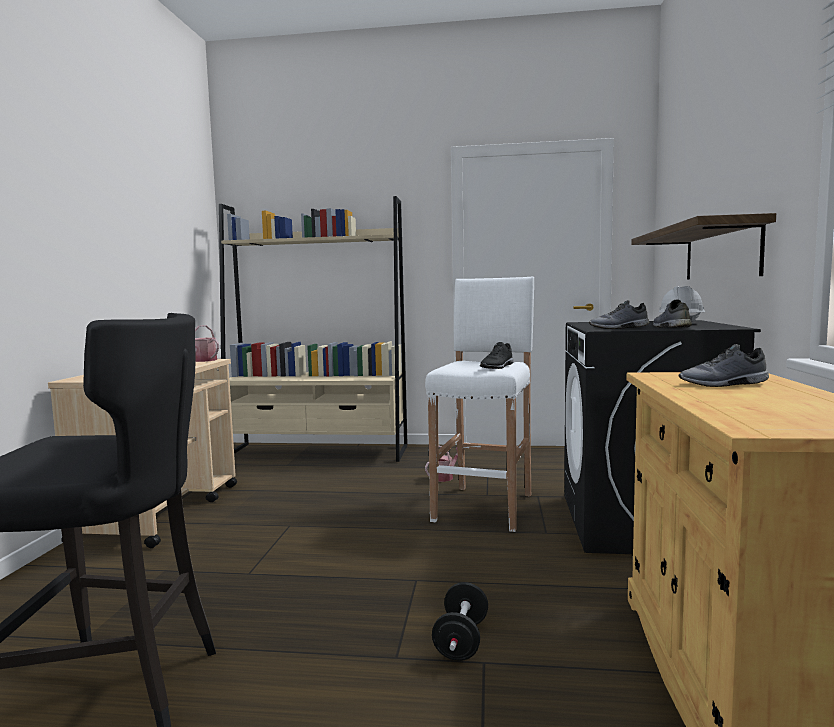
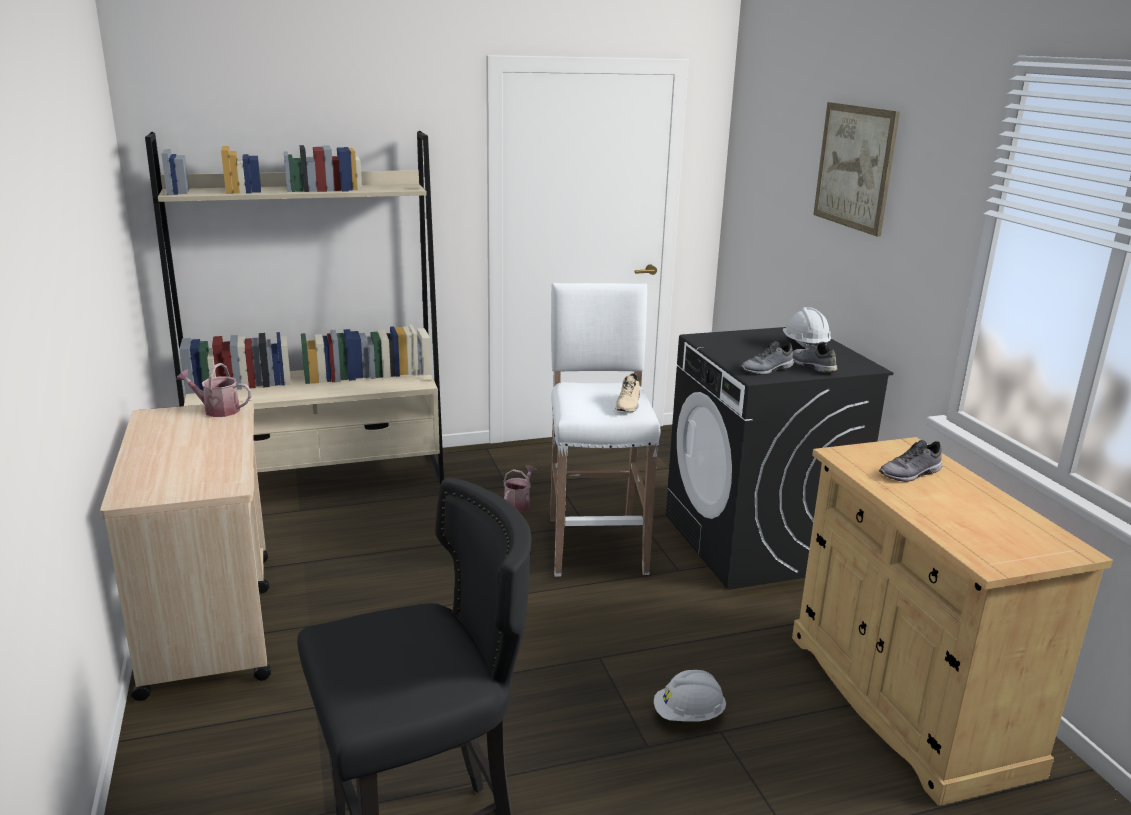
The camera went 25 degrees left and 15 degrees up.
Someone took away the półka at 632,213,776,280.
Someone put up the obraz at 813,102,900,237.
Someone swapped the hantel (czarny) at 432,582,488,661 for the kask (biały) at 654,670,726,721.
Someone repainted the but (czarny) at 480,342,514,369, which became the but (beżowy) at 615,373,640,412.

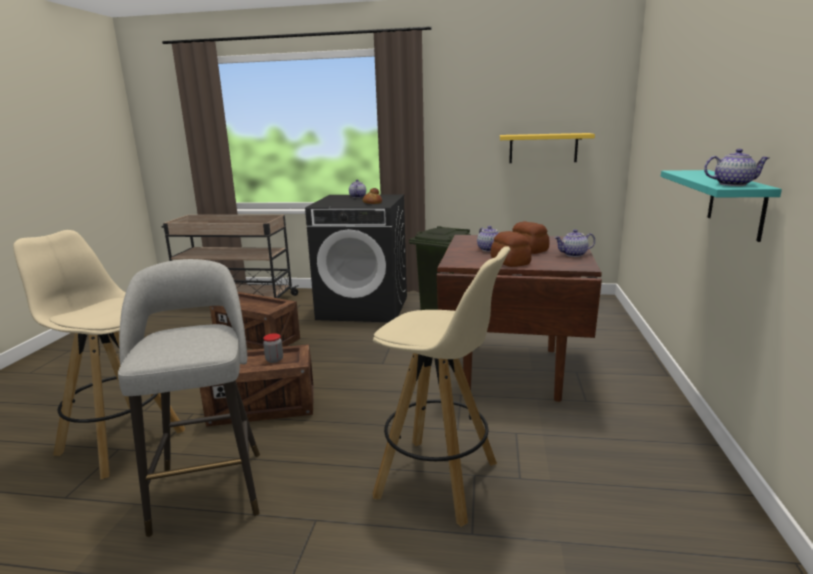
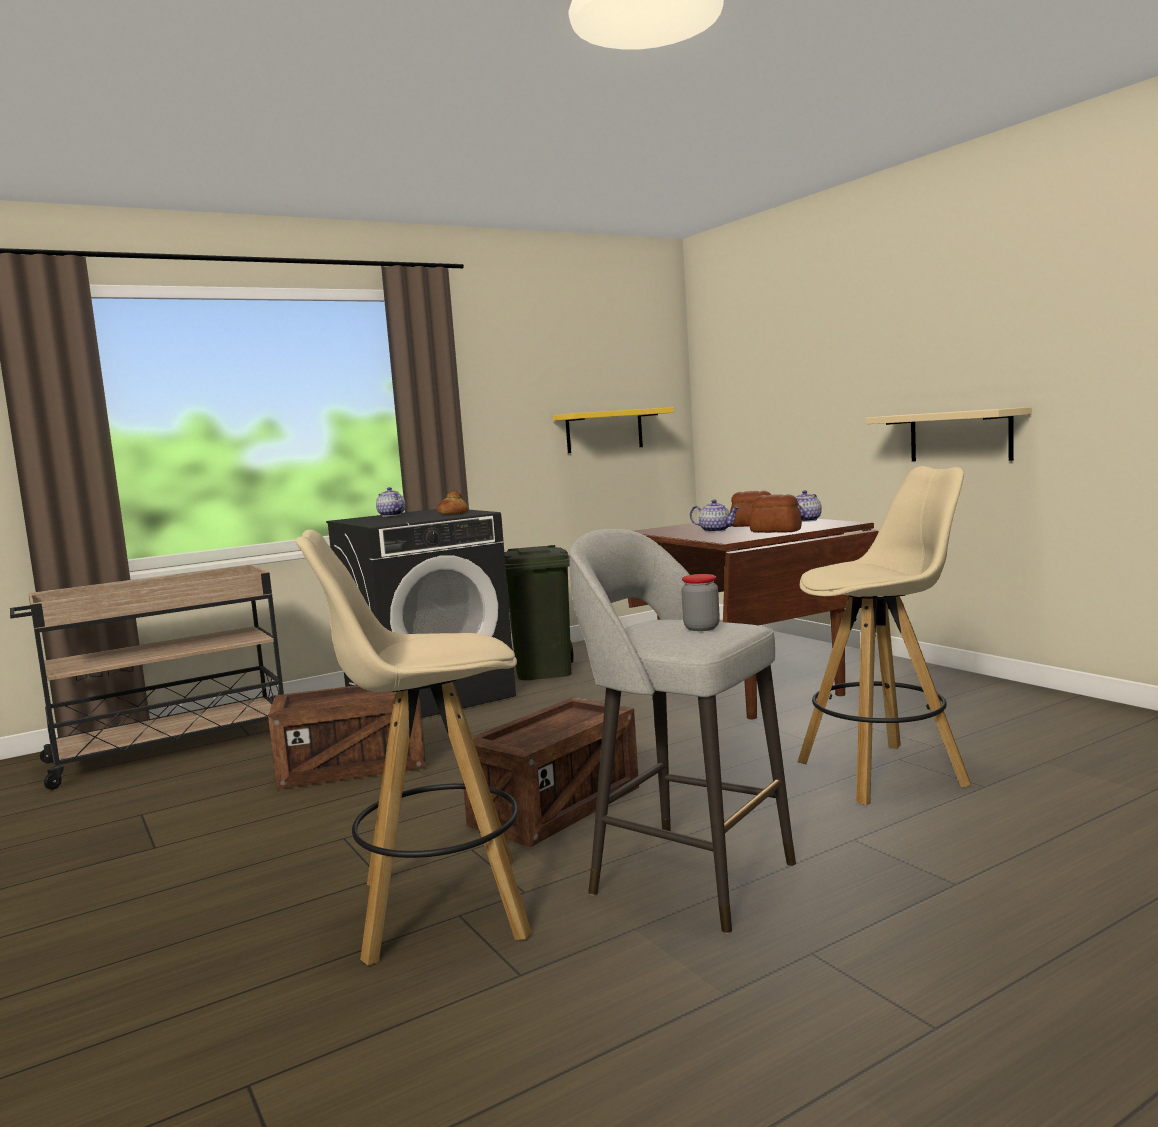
The camera went 40 degrees left and 10 degrees down.
Someone took away the imbryk at 704,149,769,186.
Someone carried the słoik from 263,333,283,363 to 681,574,720,631.
Someone repainted the półka (turkusowy) at 661,170,782,242, which became the półka (beżowy) at 865,407,1031,461.

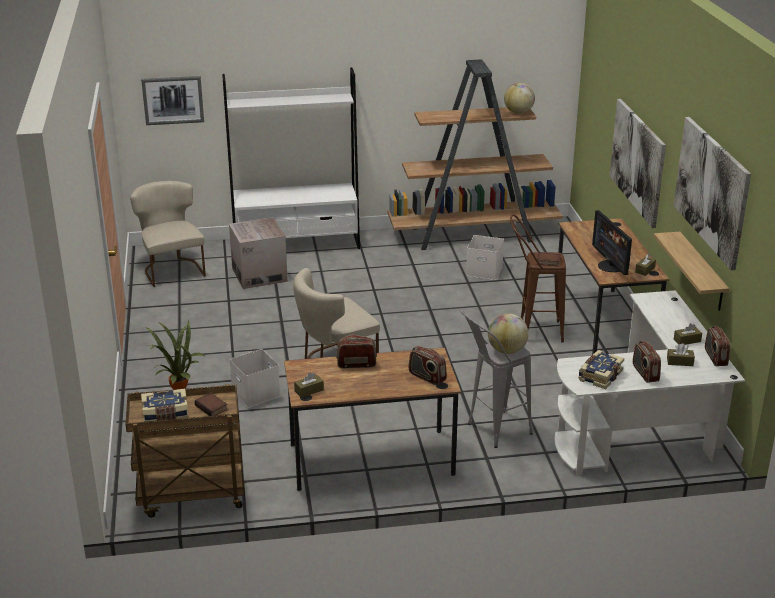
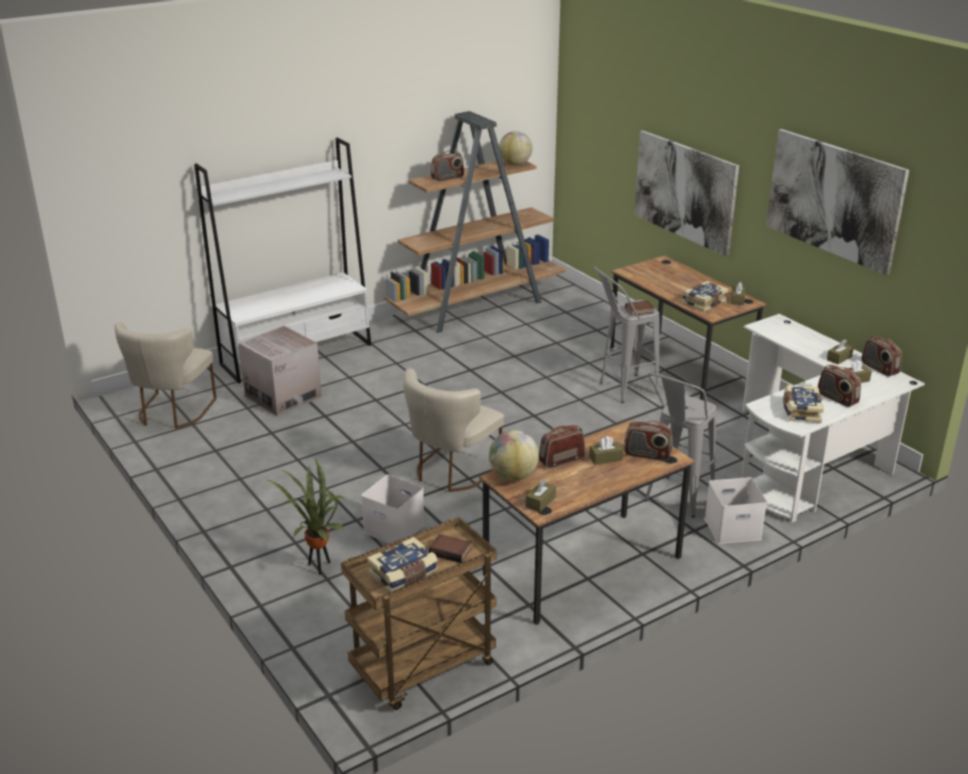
The camera went 25 degrees left and 0 degrees up.
Someone took away the obraz at 141,76,204,125.
Someone took away the półka at 654,232,729,311.
Someone put down the radio at 431,150,464,181.
Someone put down the pudełko chusteczek (brązowy) at 589,436,623,465.
Someone carried the pojemnik do przechowywania (biały) from 466,235,504,280 to 705,477,767,544.
Someone carried the globus from 488,314,529,354 to 489,430,539,481.
Someone swapped the monitor at 592,210,632,275 for the książka at 682,281,729,312.
Someone repainted the stołek (brązowy) at 510,214,566,343, which became the stołek (szary) at 594,267,660,403.
Someone rotated the krzesło (beżowy) at 130,181,206,287 by 120 degrees counterclockwise.

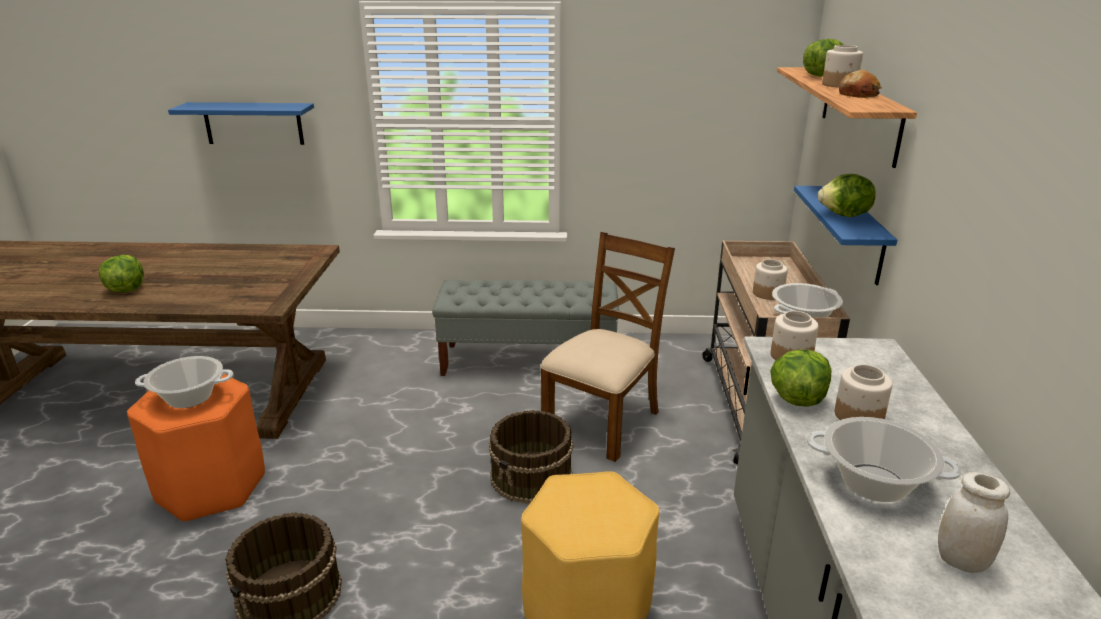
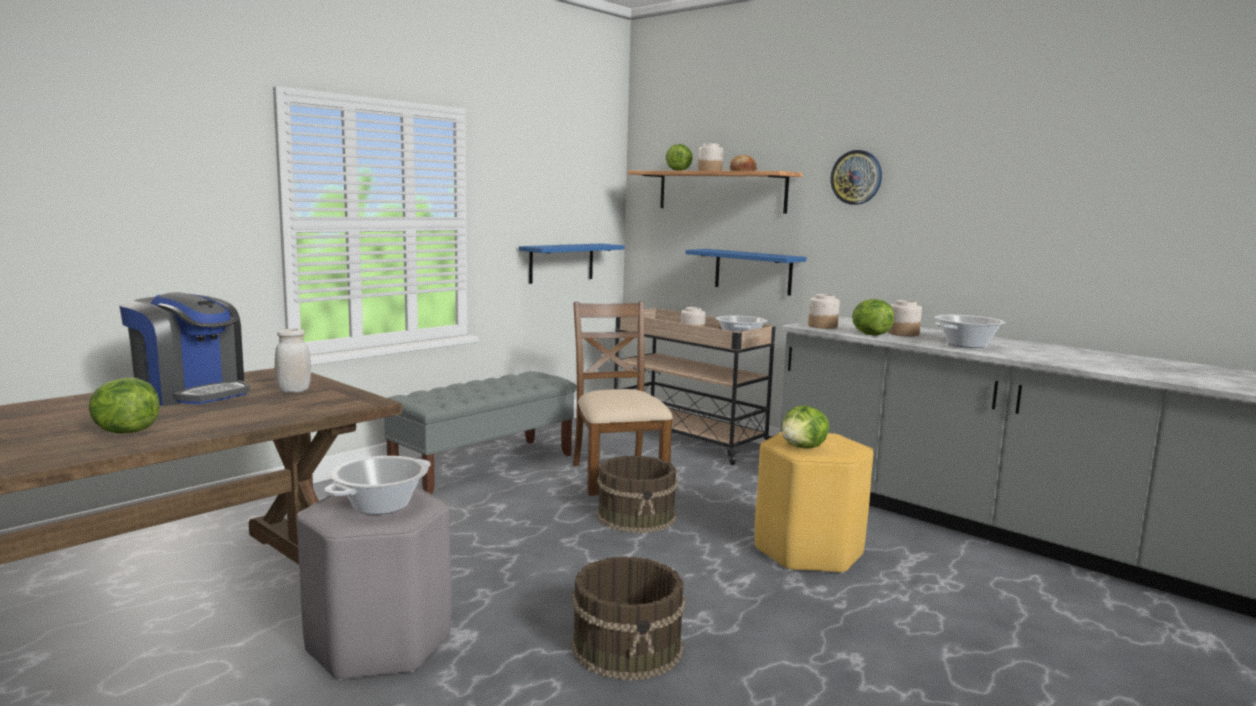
The camera went 50 degrees left and 15 degrees down.
Someone put down the ekspres do kawy at 119,292,250,406.
Someone put up the zegar ścienny at 830,150,882,205.
Someone carried the półka (niebieski) from 168,102,314,145 to 519,244,625,284.
Someone carried the sałata from 818,174,876,217 to 782,405,829,448.
Someone carried the słoik (biały) from 938,472,1010,573 to 275,329,311,392.
Someone repainted the stołek (pomarańczowy) at 127,374,265,522, which became the stołek (szary) at 297,486,452,681.

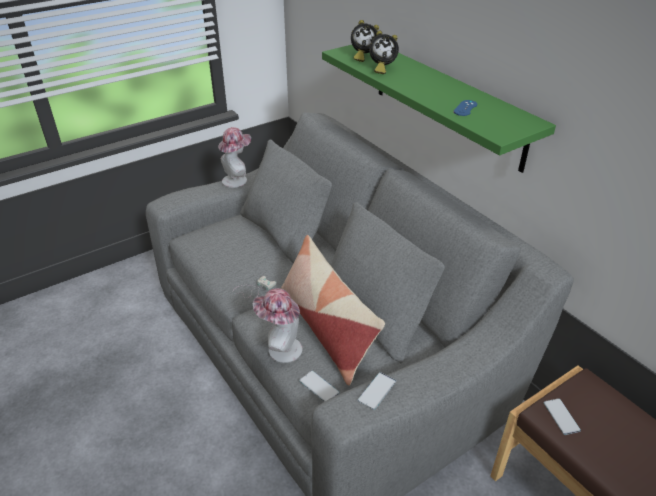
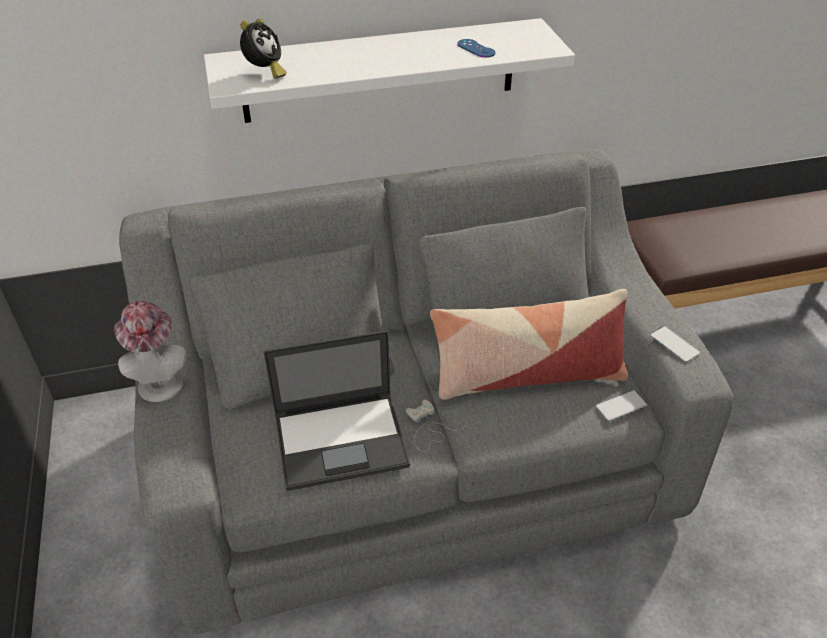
The camera went 70 degrees left and 5 degrees up.
Someone took away the kapelusz at 253,288,302,363.
Someone took away the budzik at 369,31,399,74.
Someone took away the telefon at 544,398,581,435.
Someone put down the laptop at 264,330,410,491.
Someone repainted the półka (zielony) at 322,45,556,173, which became the półka (biały) at 204,18,575,123.

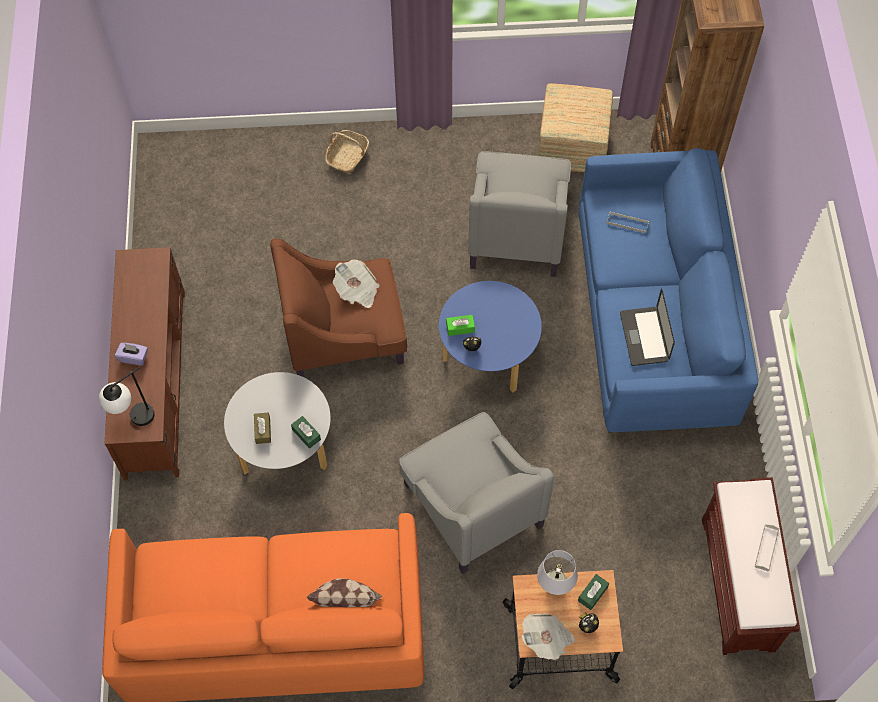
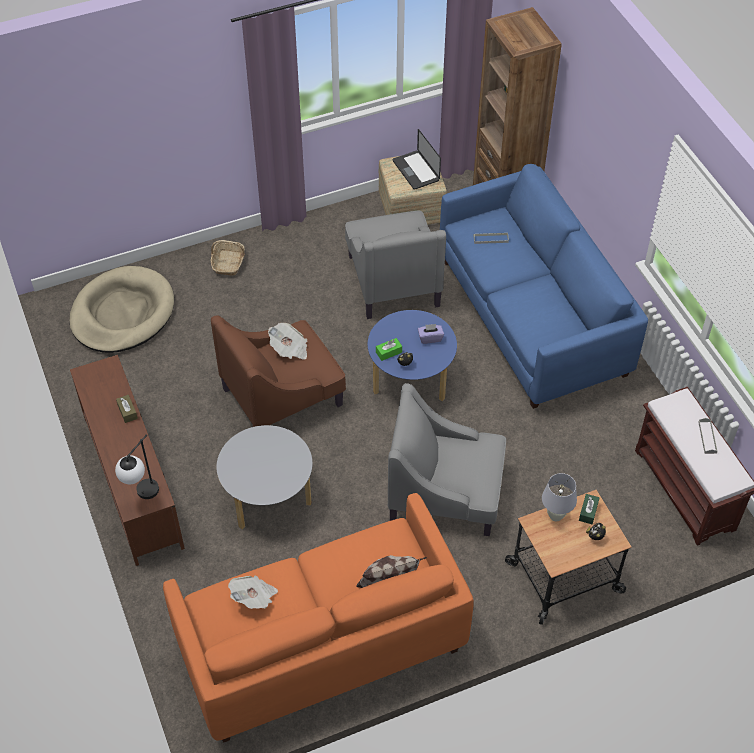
The camera went 20 degrees left and 10 degrees down.
Someone took away the pudełko chusteczek (zielony) at 291,416,321,449.
Someone put down the legowisko (beżowy) at 69,266,174,353.
Someone carried the pudełko chusteczek (fioletowy) from 115,343,148,366 to 418,324,444,344.
Someone carried the pudełko chusteczek (brązowy) from 254,413,271,444 to 116,395,138,423.
Someone carried the gazeta from 521,613,575,661 to 228,576,278,609.
Someone carried the laptop from 620,288,675,366 to 393,129,441,190.
Someone rotated the fotel (szary) at 399,412,554,574 by 150 degrees clockwise.

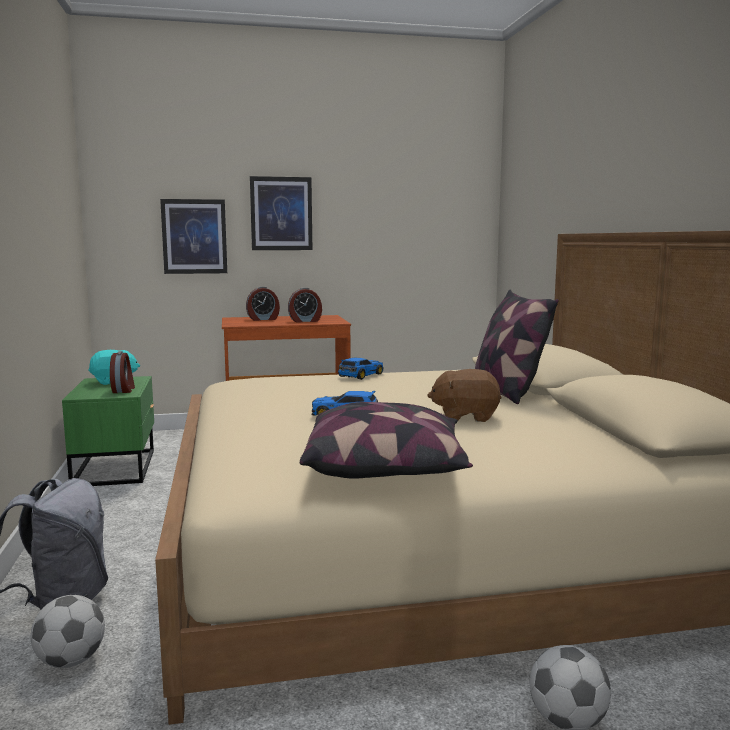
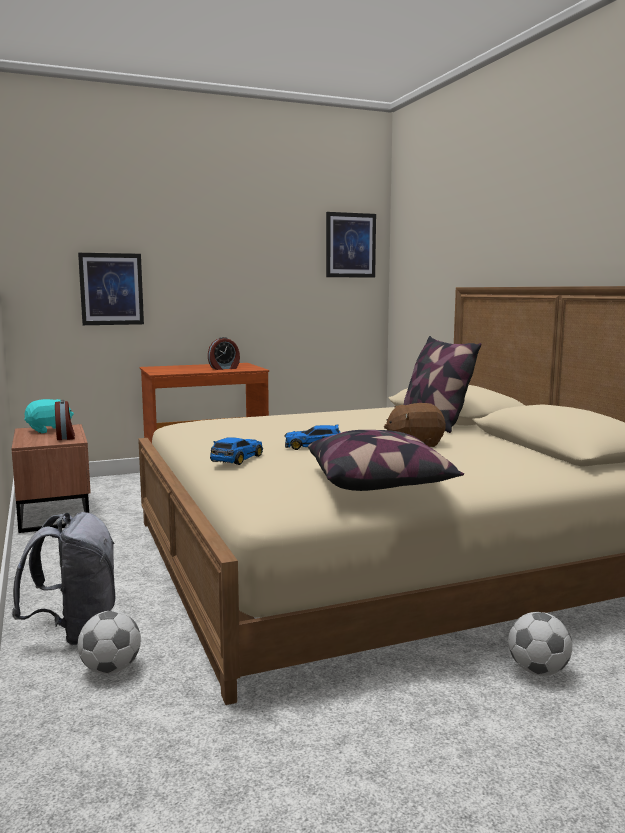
The camera went 10 degrees left and 0 degrees up.
Someone took away the budzik at 246,286,280,321.
Someone carried the obraz from 250,176,312,250 to 326,212,376,278.
Someone carried the samochodzik from 338,358,384,380 to 210,437,263,465.
Someone repainted the szafka nocna (zielony) at 62,376,154,486, which became the szafka nocna (brązowy) at 11,424,91,533.

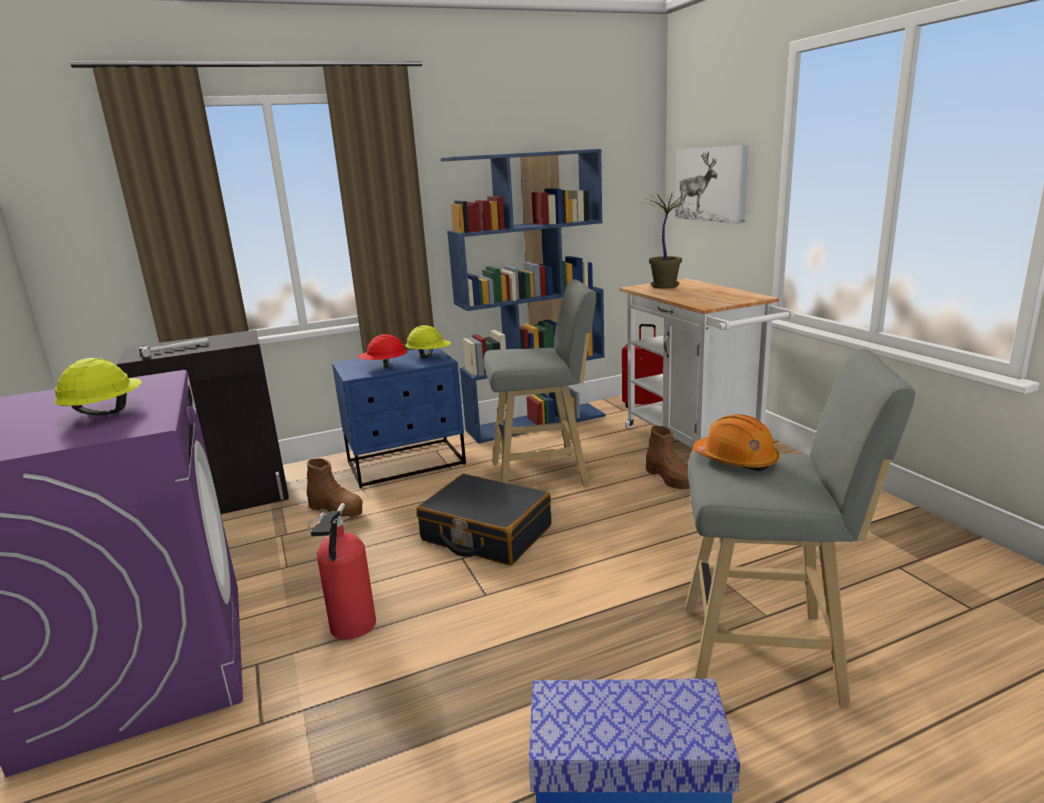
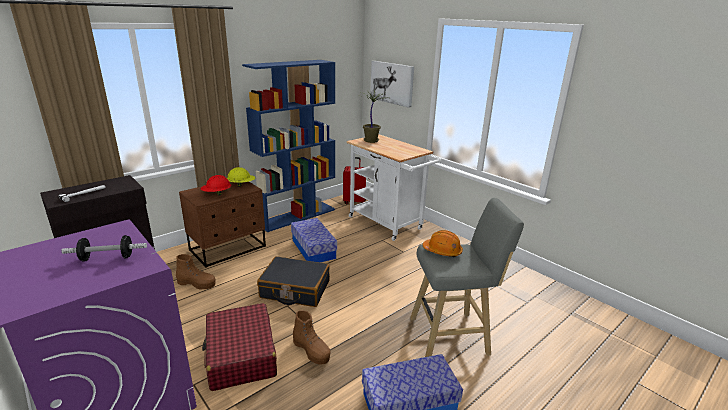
The camera went 20 degrees left and 5 degrees up.
Someone carried the but z cholewką (brązowy) from 646,426,690,489 to 293,310,331,365.
Someone swapped the kask (żółty) at 54,358,142,416 for the hantel at 61,235,147,262.
Someone swapped the gaśnica at 308,503,376,639 for the walizka (czerwony) at 202,303,277,391.
Someone swapped the stołek (szary) at 484,280,596,487 for the pojemnik do przechowywania at 291,218,337,262.
Someone repainted the szafka nocna (niebieski) at 332,348,466,488, which became the szafka nocna (brązowy) at 179,181,266,268.

